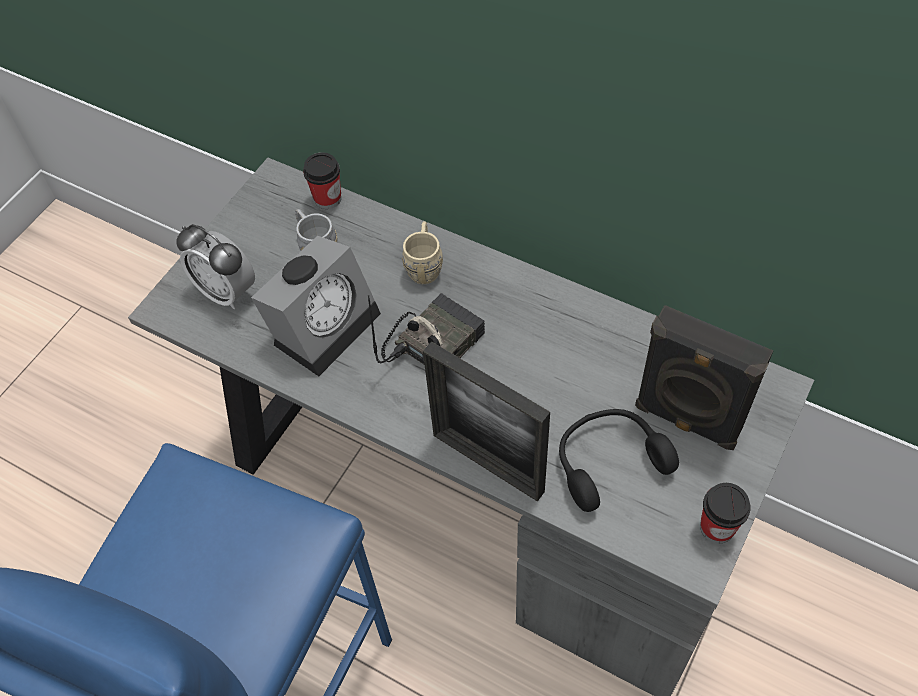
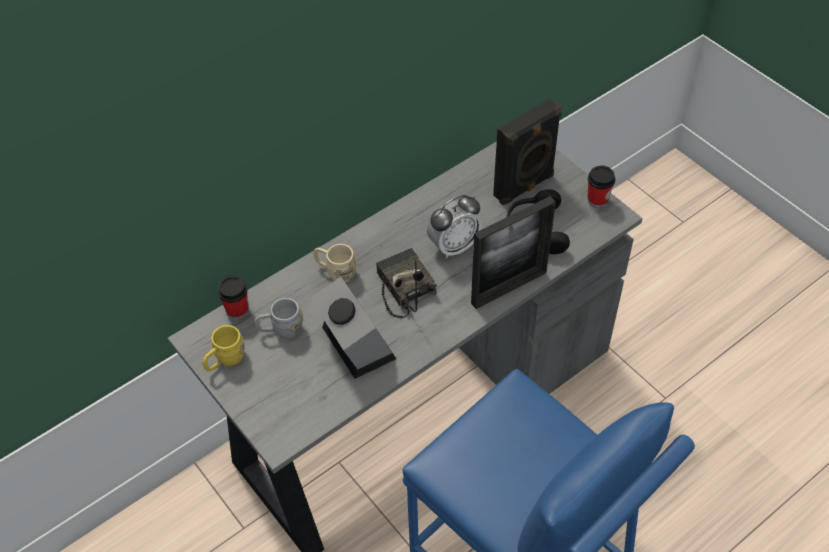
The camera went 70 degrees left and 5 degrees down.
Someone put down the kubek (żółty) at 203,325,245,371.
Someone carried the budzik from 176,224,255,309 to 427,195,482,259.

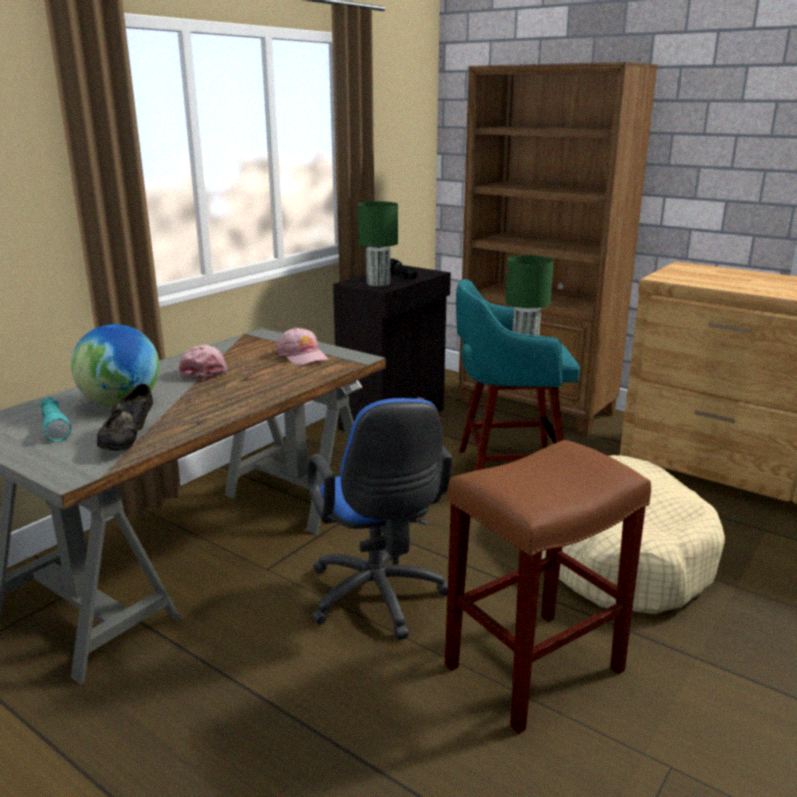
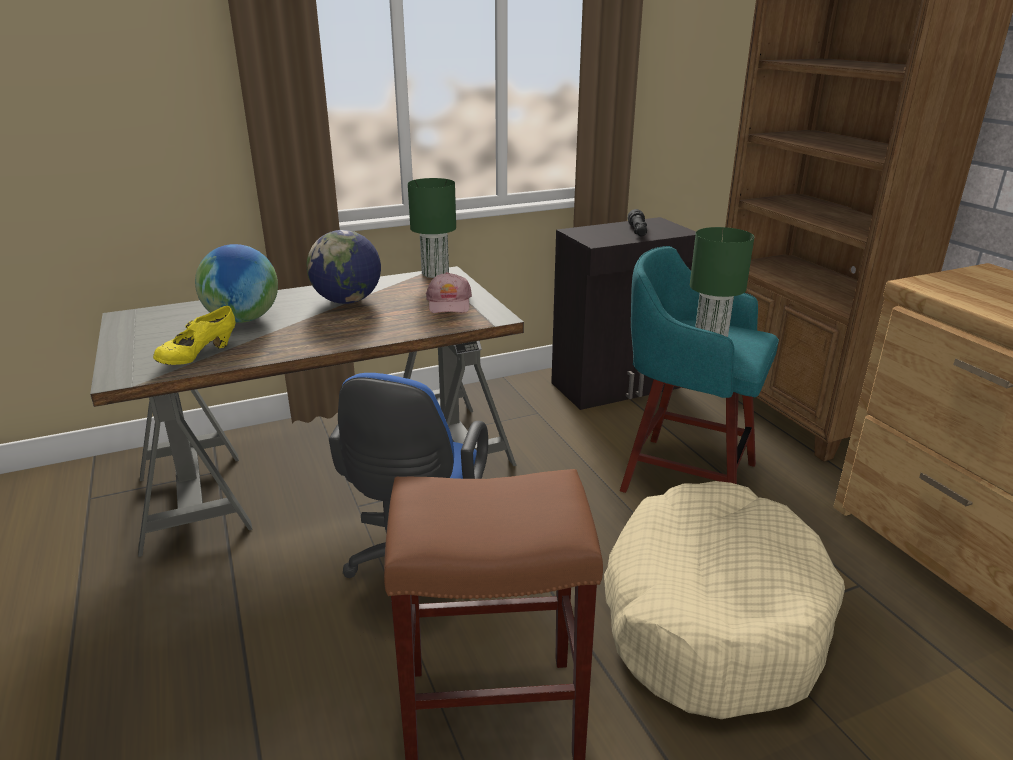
The camera went 30 degrees right and 5 degrees up.
Someone took away the latarka (turkusowy) at 41,397,71,442.
Someone carried the lampa stołowa (zielony) from 358,201,398,286 to 408,178,456,278.
Someone swapped the czapka z daszkiem (różowy) at 179,345,228,380 for the globus at 306,230,381,304.
Someone repainted the but (czarny) at 97,384,153,451, which became the but (żółty) at 153,306,236,365.

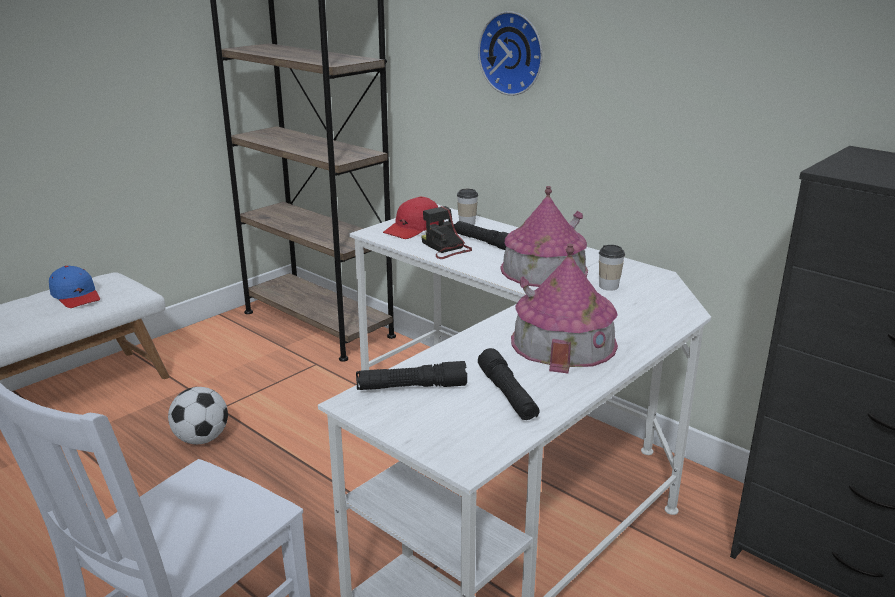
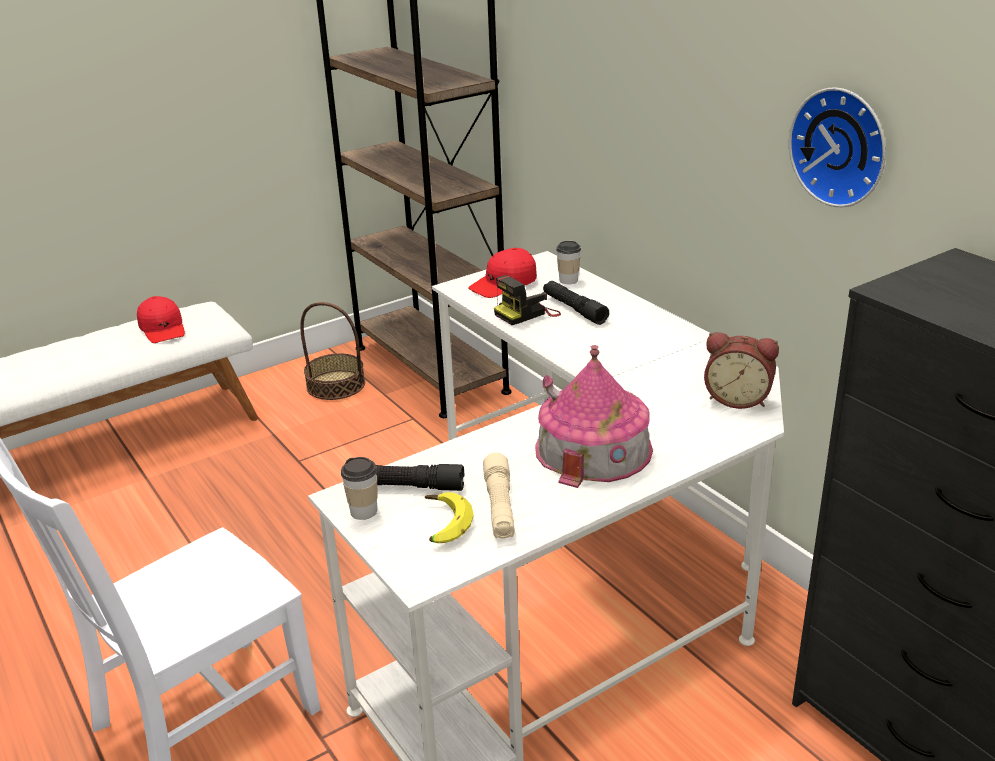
The camera went 15 degrees right and 5 degrees up.
Someone took away the piłka futbolowa at 168,387,228,444.
Someone took away the domek at 500,186,588,287.
Someone put down the koszyk at 300,302,365,400.
Someone put down the banan at 425,492,474,543.
Someone put down the budzik at 704,332,779,409.
Someone carried the zegar ścienny from 478,11,543,96 to 789,87,886,207.
Someone carried the filiżanka from 599,245,625,291 to 341,457,378,520.
Someone repainted the czapka z daszkiem (niebieski) at 49,266,100,308, which became the czapka z daszkiem (czerwony) at 137,296,185,343.
Someone repainted the latarka (czarny) at 478,348,539,420, which became the latarka (beżowy) at 483,452,515,538.
Someone rotated the aparat fotograficzny at 421,206,472,259 by 105 degrees counterclockwise.

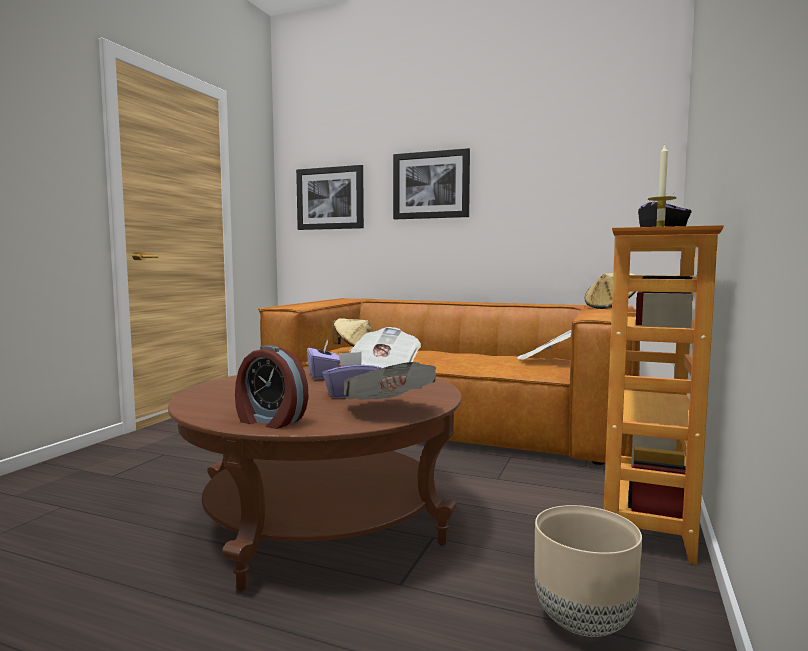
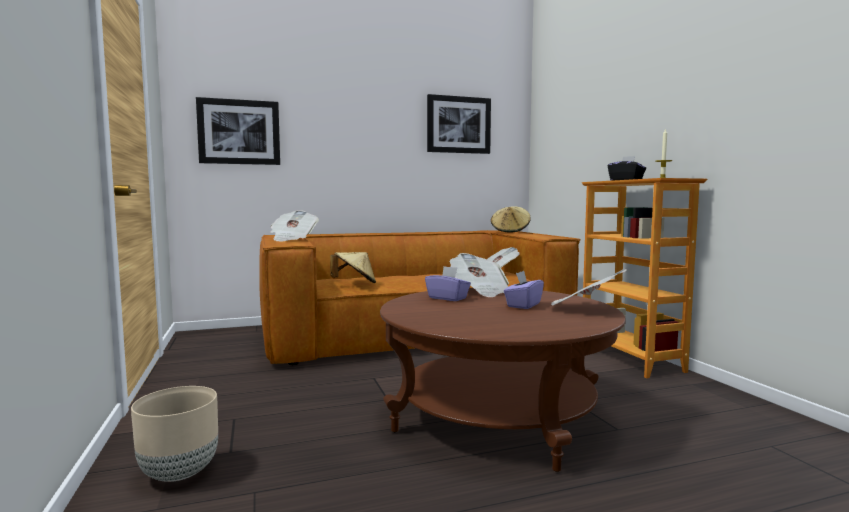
The camera went 40 degrees left and 0 degrees up.
Someone took away the budzik at 235,345,309,429.
Someone put down the gazeta at 270,210,319,241.
Someone carried the obraz from 393,148,470,219 to 427,94,491,154.
Someone carried the donica (beżowy) from 535,505,642,637 to 131,386,218,482.

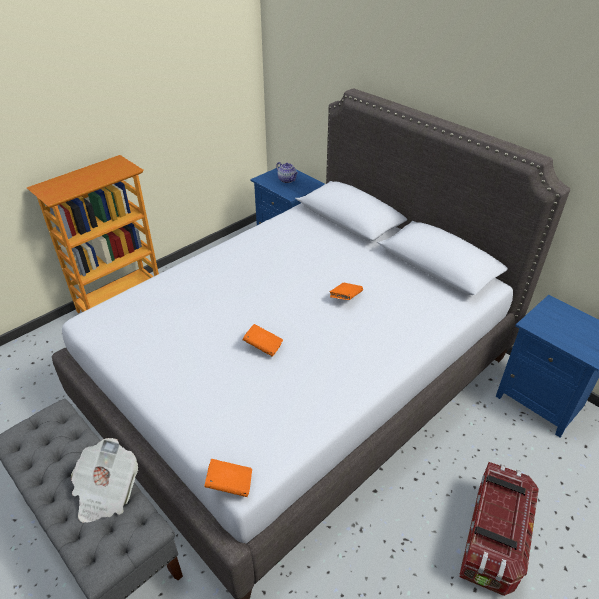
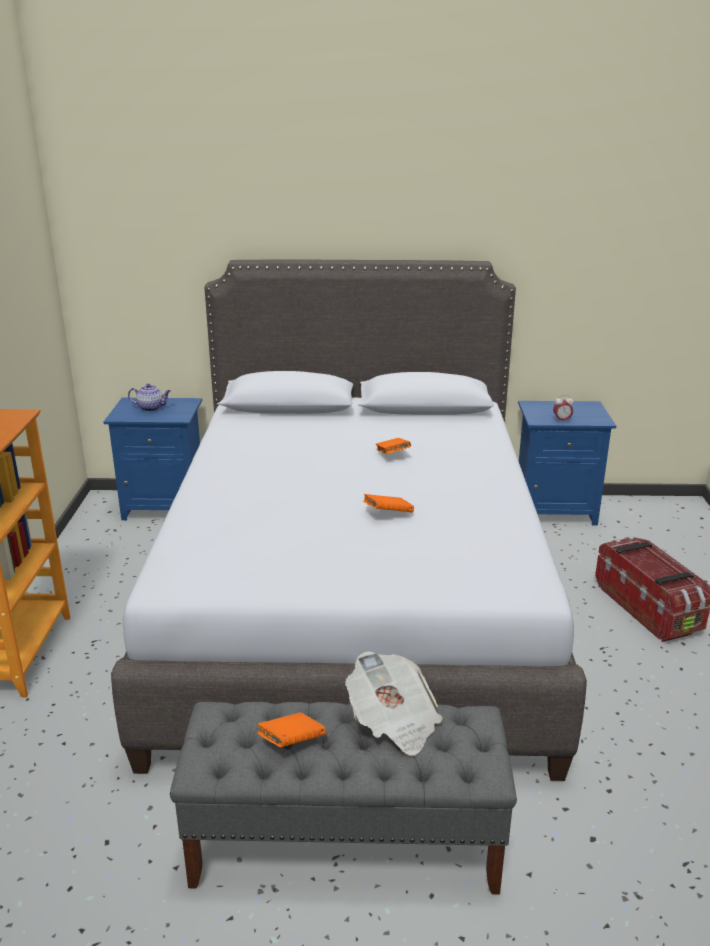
The camera went 45 degrees left and 15 degrees down.
Someone put down the budzik at 553,395,574,422.
Someone carried the książka (pomarańczowy) from 204,459,252,497 to 257,713,326,747.

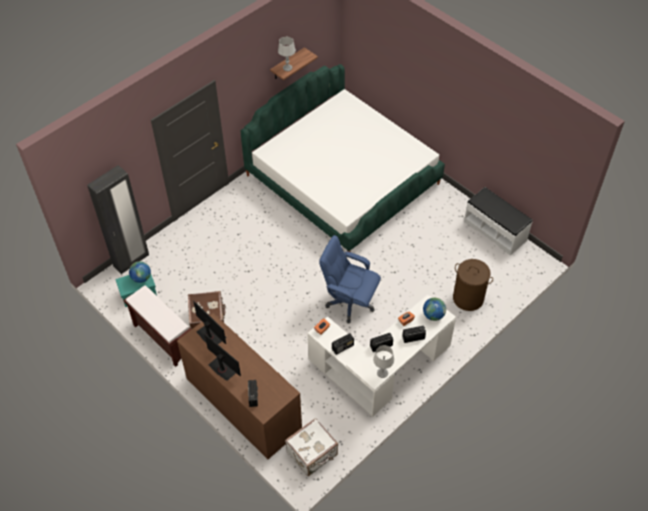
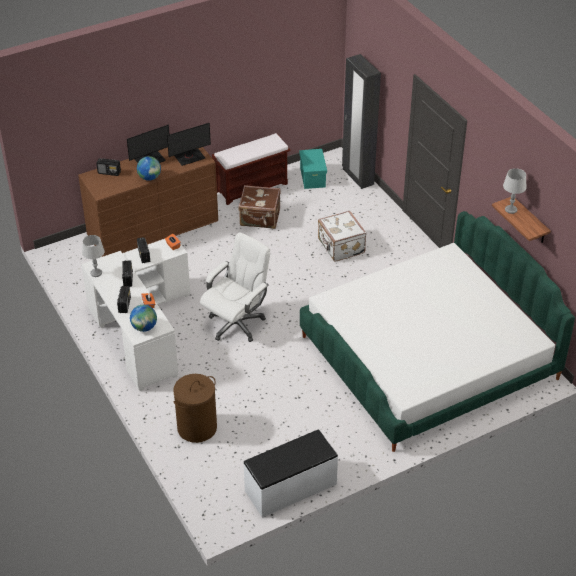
The camera went 105 degrees right and 10 degrees down.
Someone carried the globus from 129,261,151,283 to 137,156,161,181.
Someone carried the walizka (biały) from 285,418,338,476 to 318,211,366,262.
Someone repainted the krzesło biurowe (niebieski) at 319,235,381,323, which became the krzesło biurowe (biały) at 200,232,270,342.

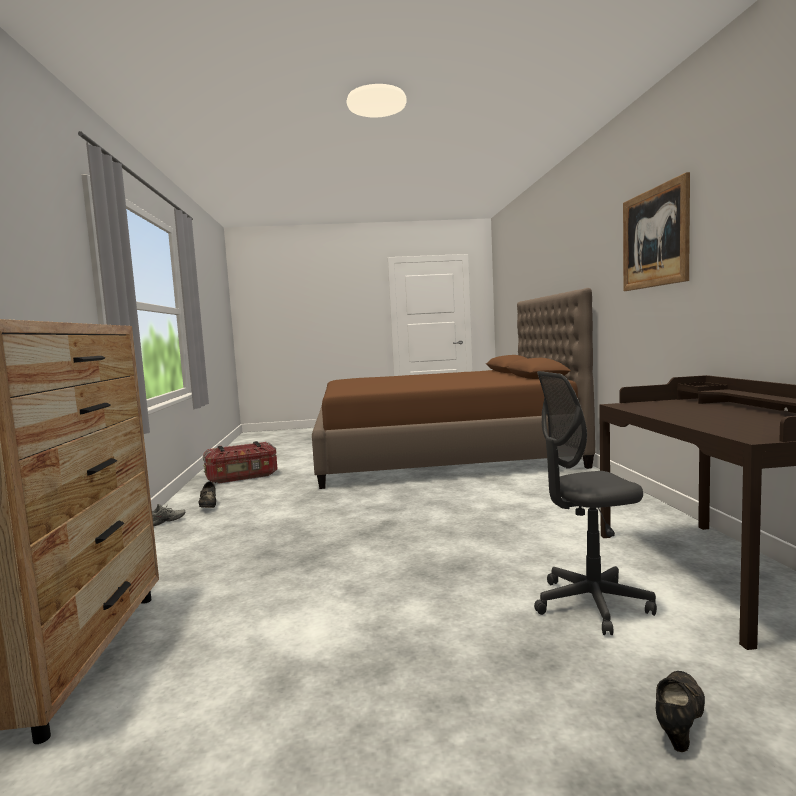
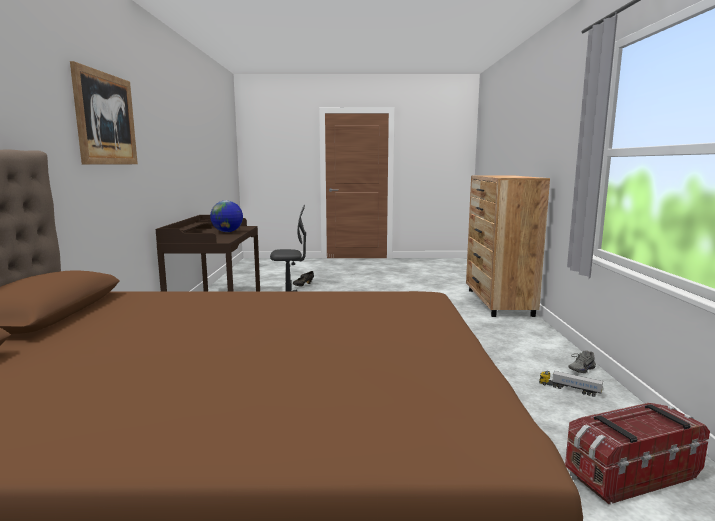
The camera went 175 degrees left and 5 degrees up.
Someone put down the globus at 210,201,243,232.
Someone swapped the but (czarny) at 199,482,216,508 for the ciężarówka zabawkowa at 539,371,603,397.

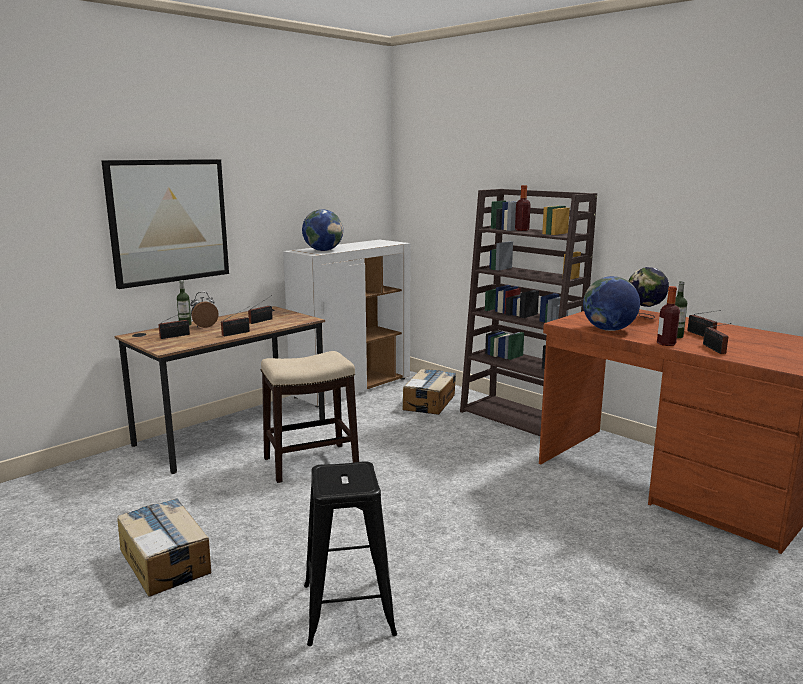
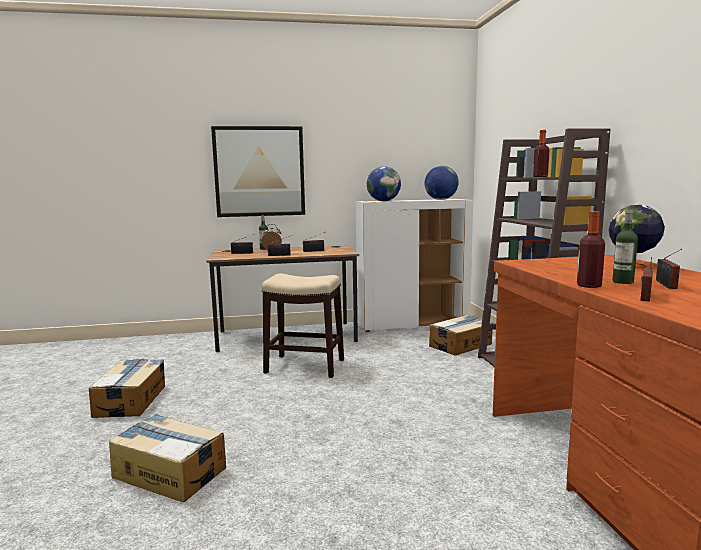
The camera went 35 degrees right and 5 degrees down.
Someone carried the globus from 583,276,640,331 to 424,166,459,200.
Someone swapped the stołek (czarny) at 304,461,397,646 for the karton at 109,414,226,502.

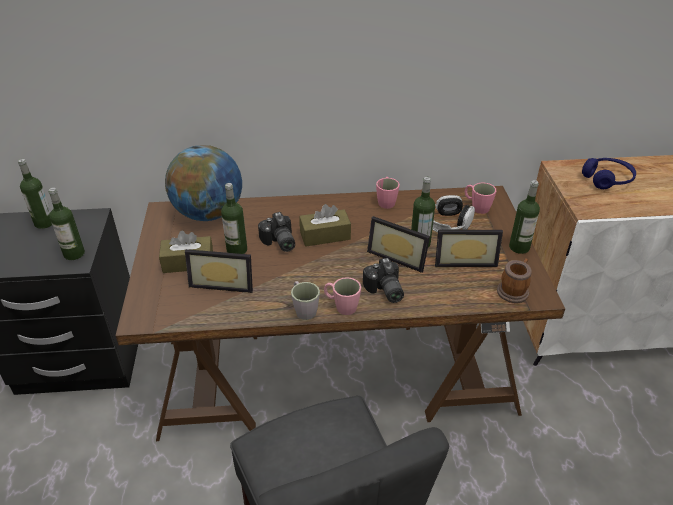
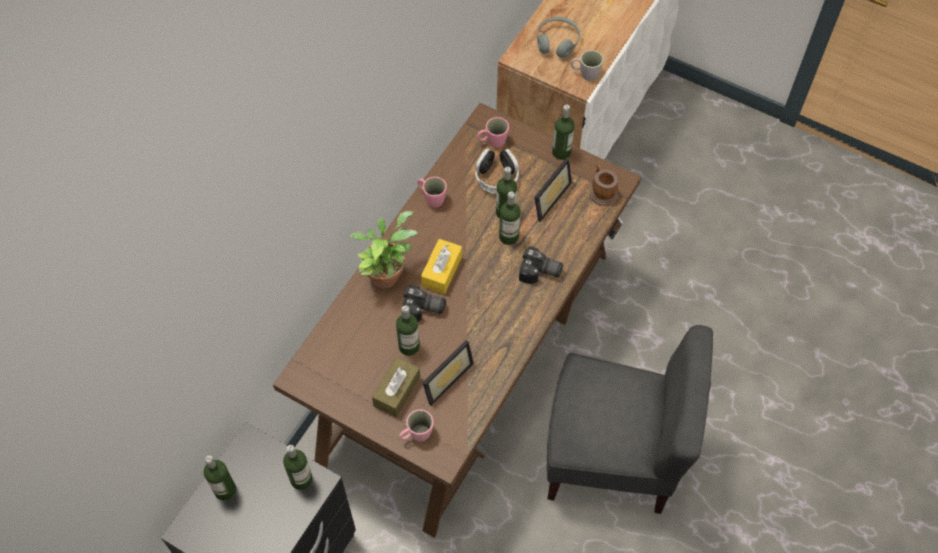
The camera went 55 degrees left and 20 degrees up.
Someone took away the globus at 165,145,242,221.
Someone put down the roślina doniczkowa at 349,211,418,288.
Someone carried the kubek (szary) from 291,281,320,320 to 571,50,604,81.
Someone carried the kubek (różowy) from 324,277,361,315 to 399,409,433,442.
Someone swapped the ramka na zdjęcie at 367,216,430,273 for the butelka at 499,192,521,245.
Someone repainted the pudełko chusteczek (brązowy) at 299,204,351,247, which became the pudełko chusteczek (żółty) at 421,239,462,294.
Someone repainted the słuchawki (niebieski) at 582,158,636,189, which became the słuchawki (szary) at 537,17,580,58.

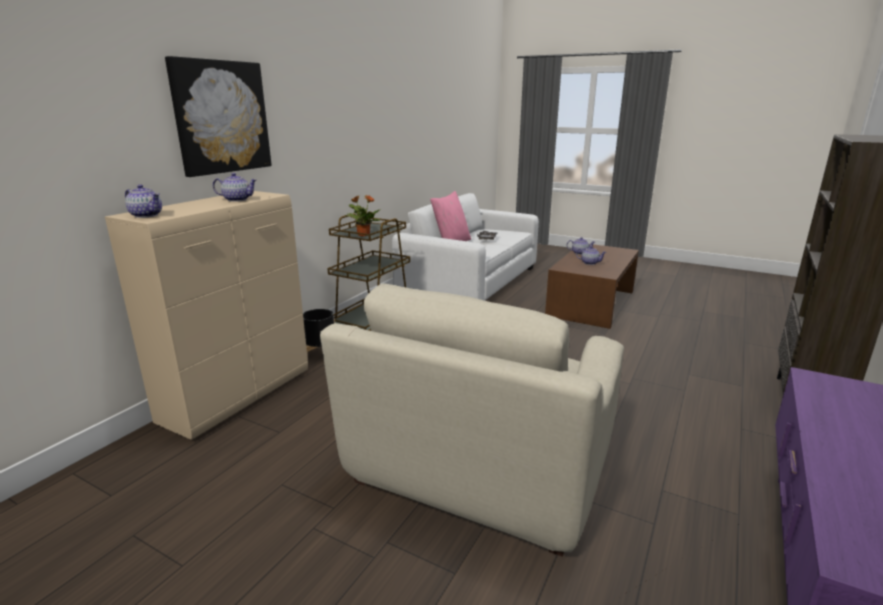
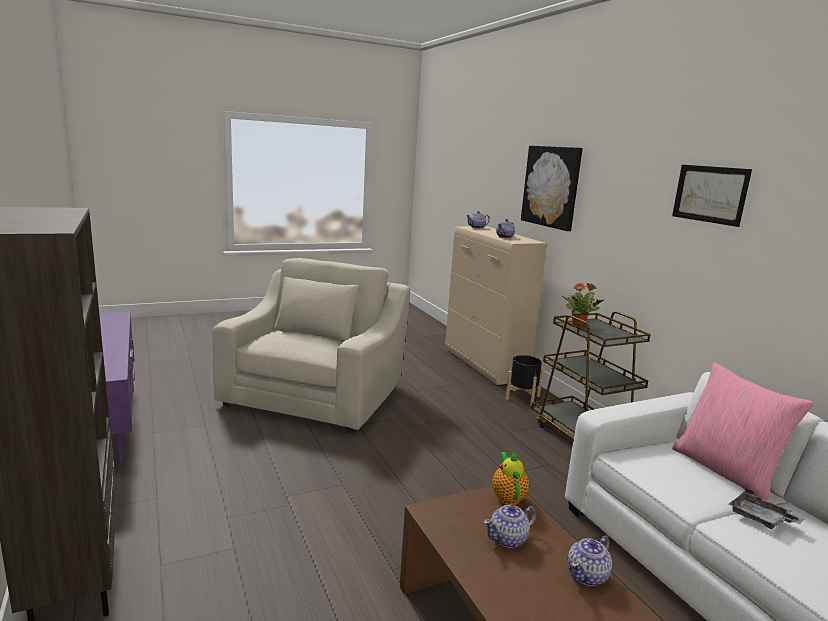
The camera went 125 degrees right and 5 degrees down.
Someone put down the imbryk at 492,451,529,505.
Someone put up the obraz at 672,165,752,227.
Someone rotated the fotel (beżowy) at 320,283,624,557 by 45 degrees clockwise.

